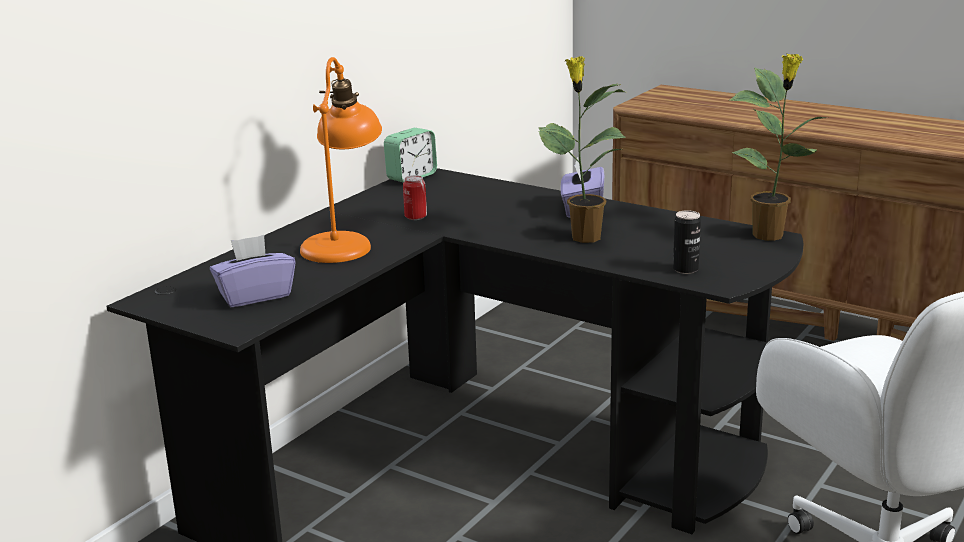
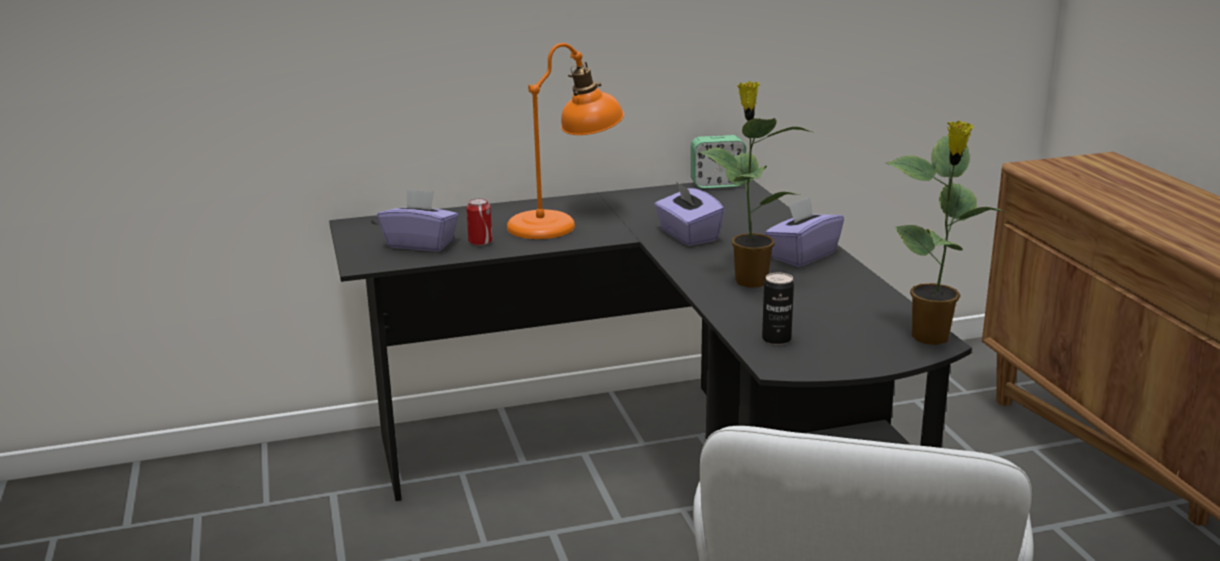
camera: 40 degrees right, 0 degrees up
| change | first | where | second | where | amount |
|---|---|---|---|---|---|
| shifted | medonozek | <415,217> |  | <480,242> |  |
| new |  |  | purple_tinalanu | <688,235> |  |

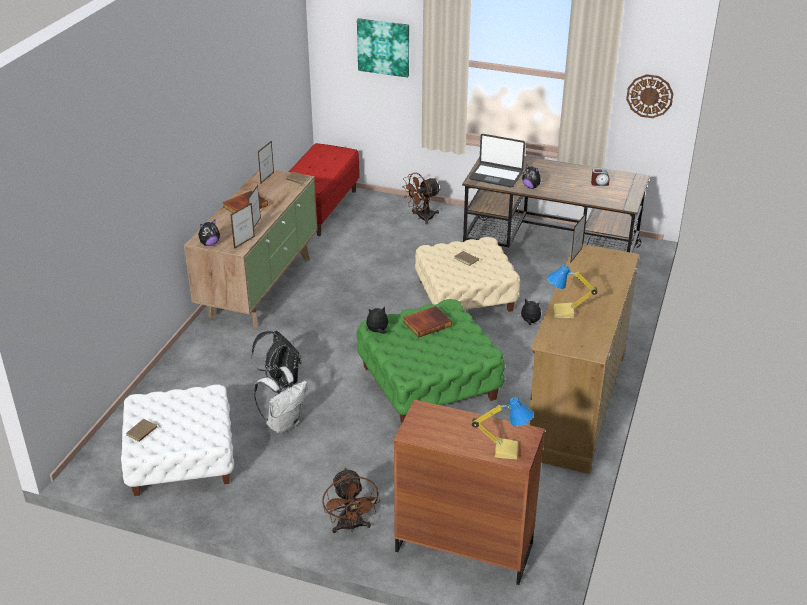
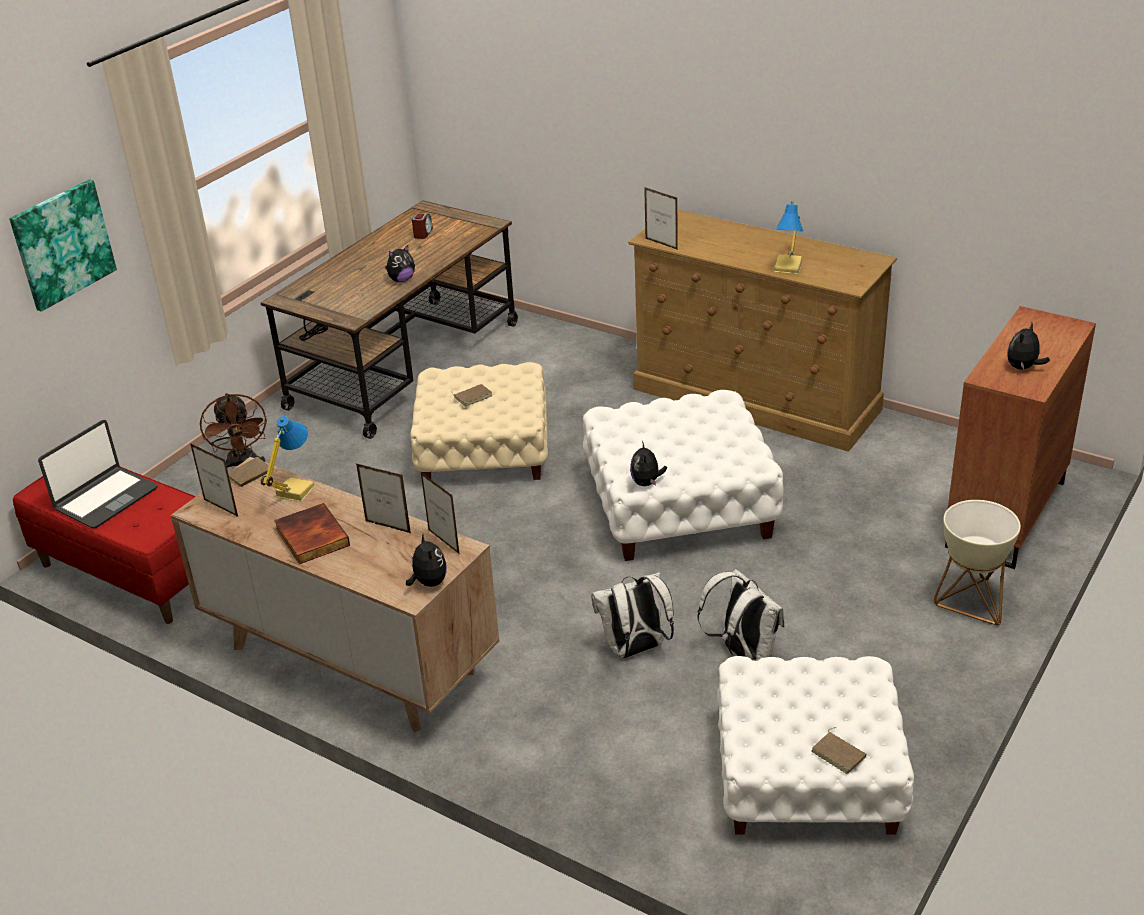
camera: 75 degrees left, 0 degrees up
| change | first | where | second | where | amount |
|---|---|---|---|---|---|
| repainted | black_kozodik | <281,381> | white_kozodik | <635,649> |  |
| swapped | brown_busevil | <351,527> | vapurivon | <970,602> |  |
| repainted | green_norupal | <428,382> | white_norupal | <680,505> |  |
| gone | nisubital | <427,323> |  |  |  |
| shifted | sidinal | <496,176> |  | <105,498> |  |
| shifted | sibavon | <506,449> |  | <294,491> |  |
| shifted | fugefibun | <529,322> |  | <1023,368> |  |
| gone | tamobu | <649,96> |  |  |  |

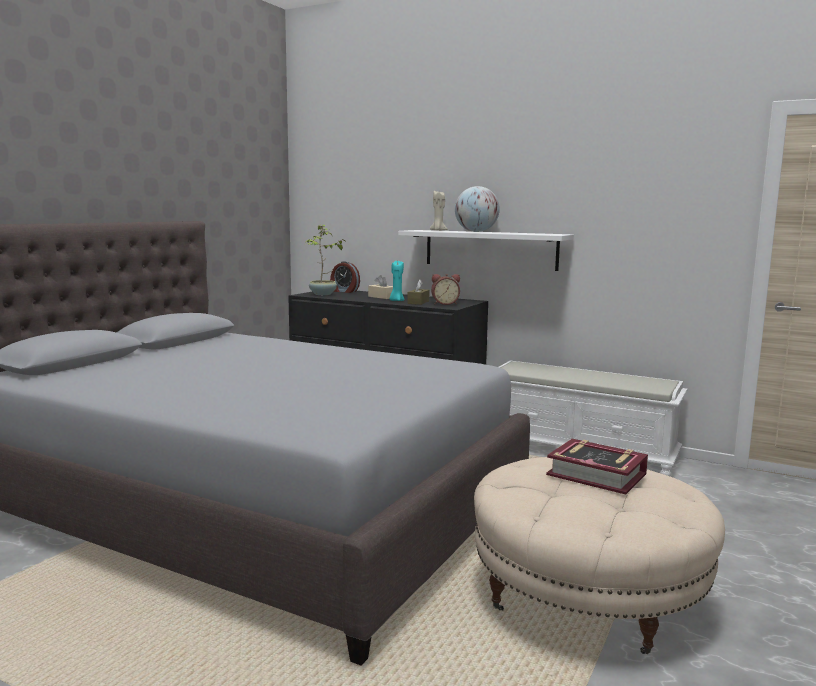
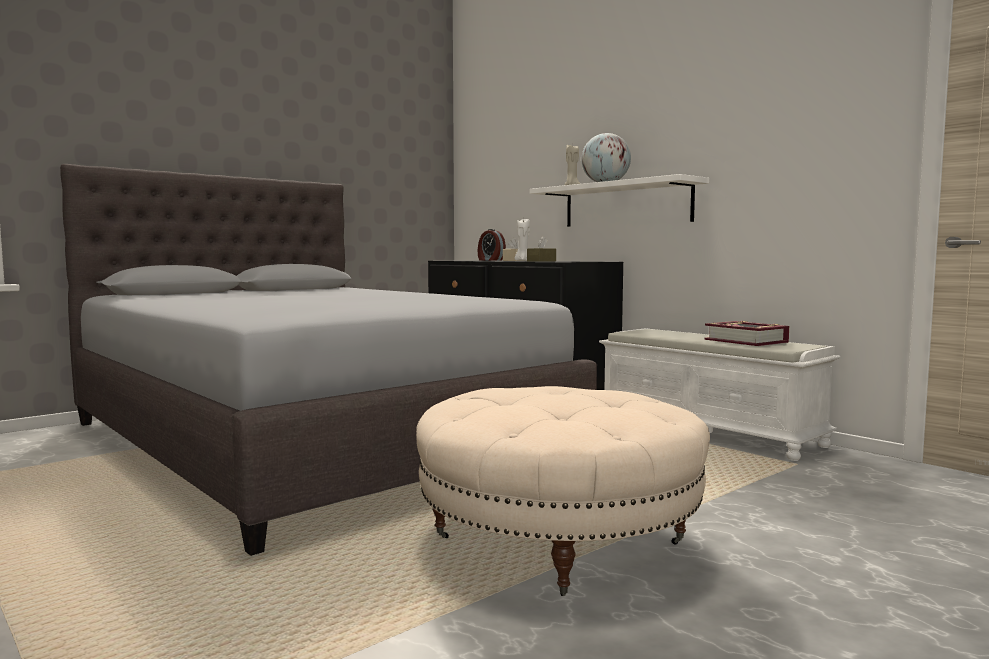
camera: 20 degrees right, 5 degrees down
| change | first | where | second | where | amount |
|---|---|---|---|---|---|
| gone | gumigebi | <323,294> |  |  |  |
| repainted | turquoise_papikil | <396,300> | white_papikil | <522,261> |  |
| gone | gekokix | <445,303> |  |  |  |
| shifted | nisubital | <596,474> |  | <746,341> |  |

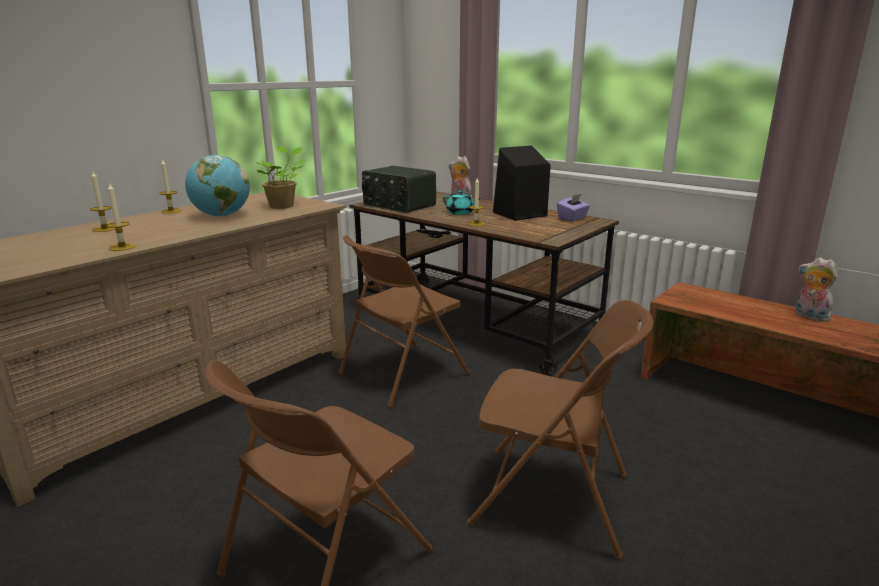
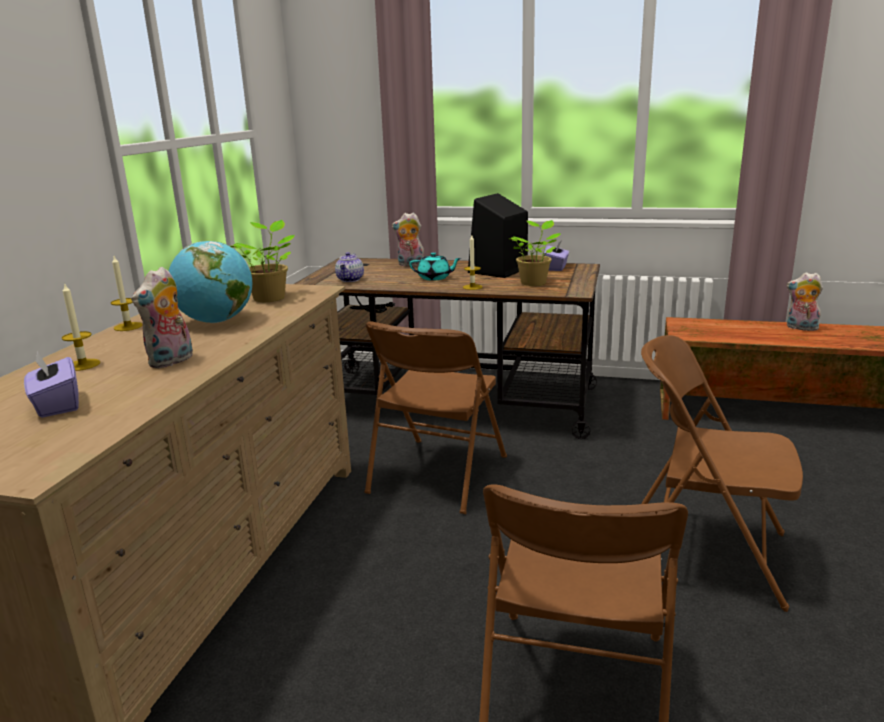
camera: 25 degrees left, 0 degrees up
| change | first | where | second | where | amount |
|---|---|---|---|---|---|
| gone | papikil | <122,247> |  |  |  |
| swapped | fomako | <398,205> | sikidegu | <350,279> |  |
| rotated | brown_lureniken | <551,499> |  | <705,553> | 150 degrees counterclockwise |
| new |  |  | purple_tinalanu | <57,405> |  |
| new |  |  | fugefibun | <172,361> |  |
| new |  |  | gumigebi | <534,282> |  |

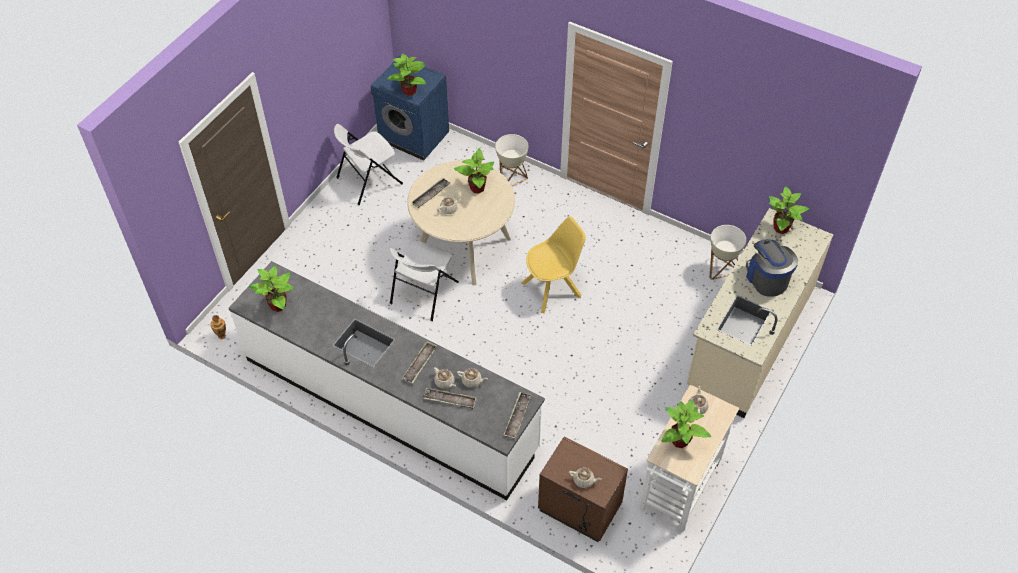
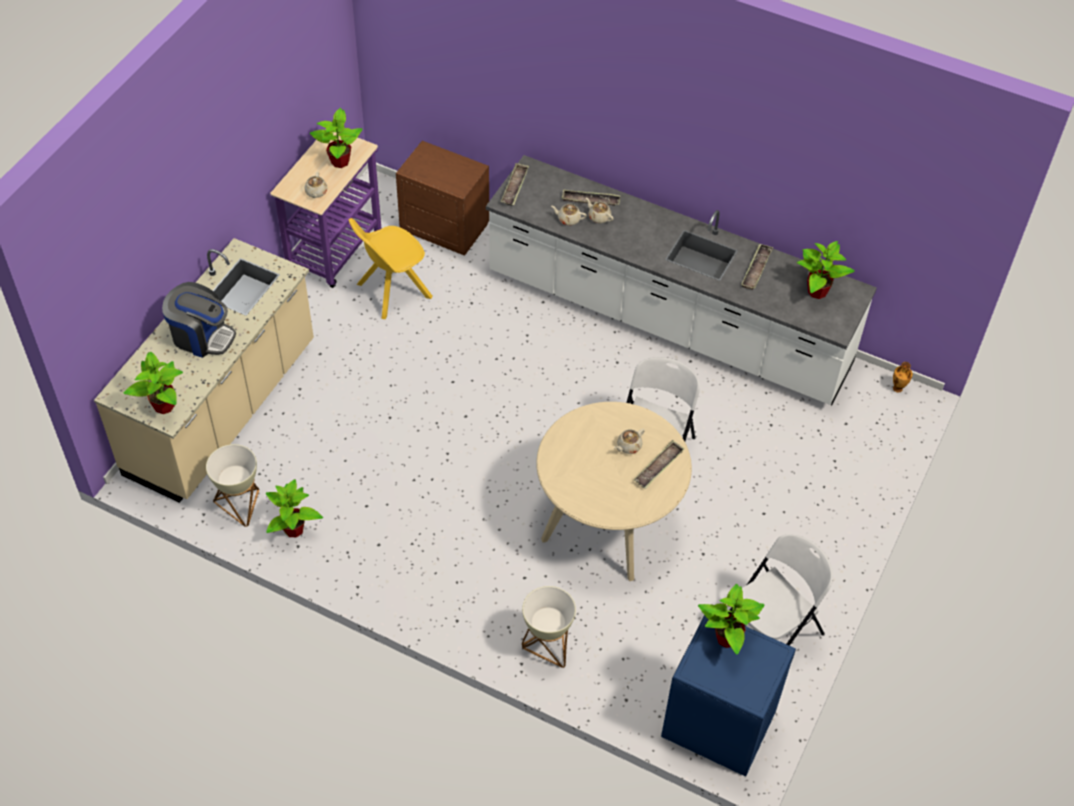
camera: 175 degrees right, 0 degrees up
| change | first | where | second | where | amount |
|---|---|---|---|---|---|
| shifted | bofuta | <420,364> |  | <756,269> |  |
| shifted | gumigebi | <477,188> |  | <294,530> |  |
| shifted | yellow_lureniken | <552,289> |  | <392,291> |  |
| gone | beige_sikidegu | <584,480> |  |  |  |
| repainted | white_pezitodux | <679,487> | purple_pezitodux | <335,249> |  |
| rotated | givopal | <766,278> |  | <202,336> | 45 degrees counterclockwise |

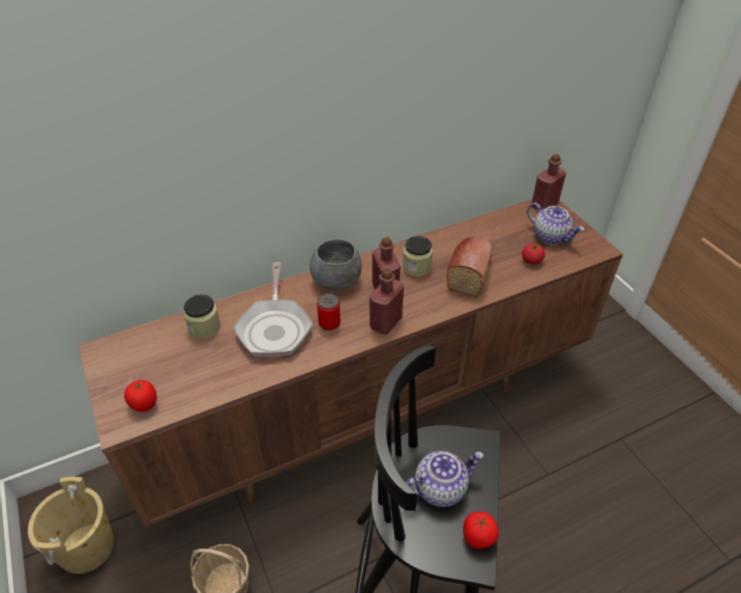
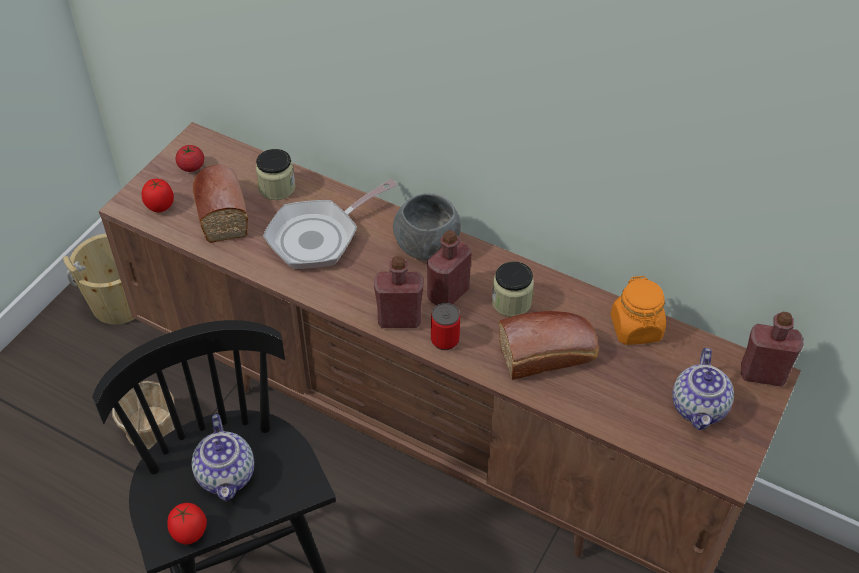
camera: 55 degrees right, 5 degrees up
| change | first | where | second | where | amount |
|---|---|---|---|---|---|
| shifted | medonozek | <329,323> |  | <445,340> |  |
| rotated | sikidegu | <440,488> |  | <227,475> | 45 degrees clockwise |
| shifted | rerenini | <531,261> |  | <191,167> |  |
| new |  |  | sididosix | <221,211> |  |
| new |  |  | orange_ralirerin | <636,328> |  |

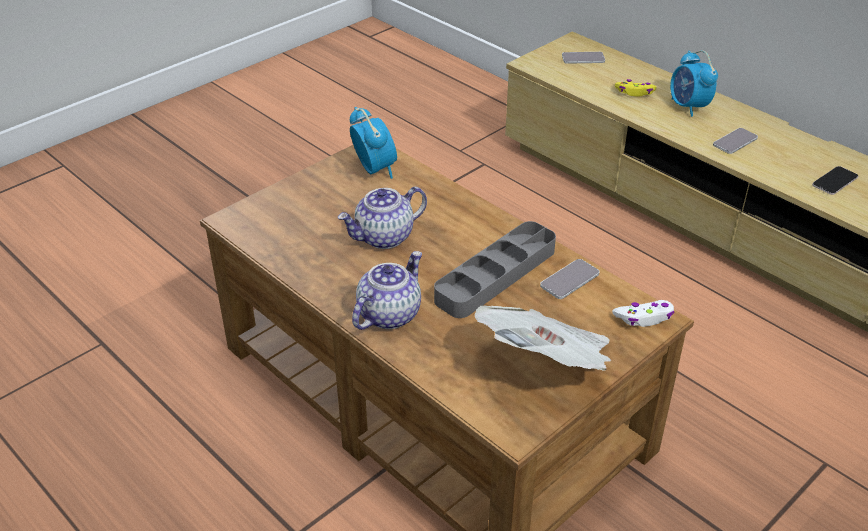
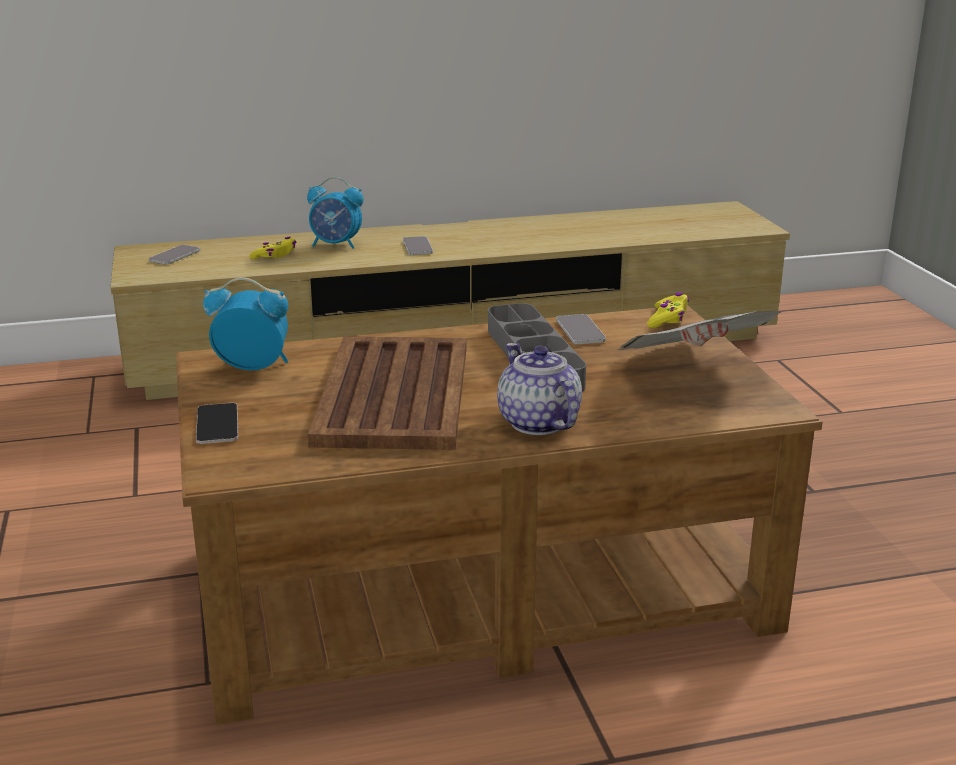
camera: 60 degrees left, 15 degrees down
| change | first | where | second | where | amount |
|---|---|---|---|---|---|
| swapped | sikidegu | <384,237> | brown_bofuta | <395,393> |  |
| repainted | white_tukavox | <644,318> | yellow_tukavox | <668,319> |  |
| shifted | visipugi | <835,181> |  | <217,425> |  |

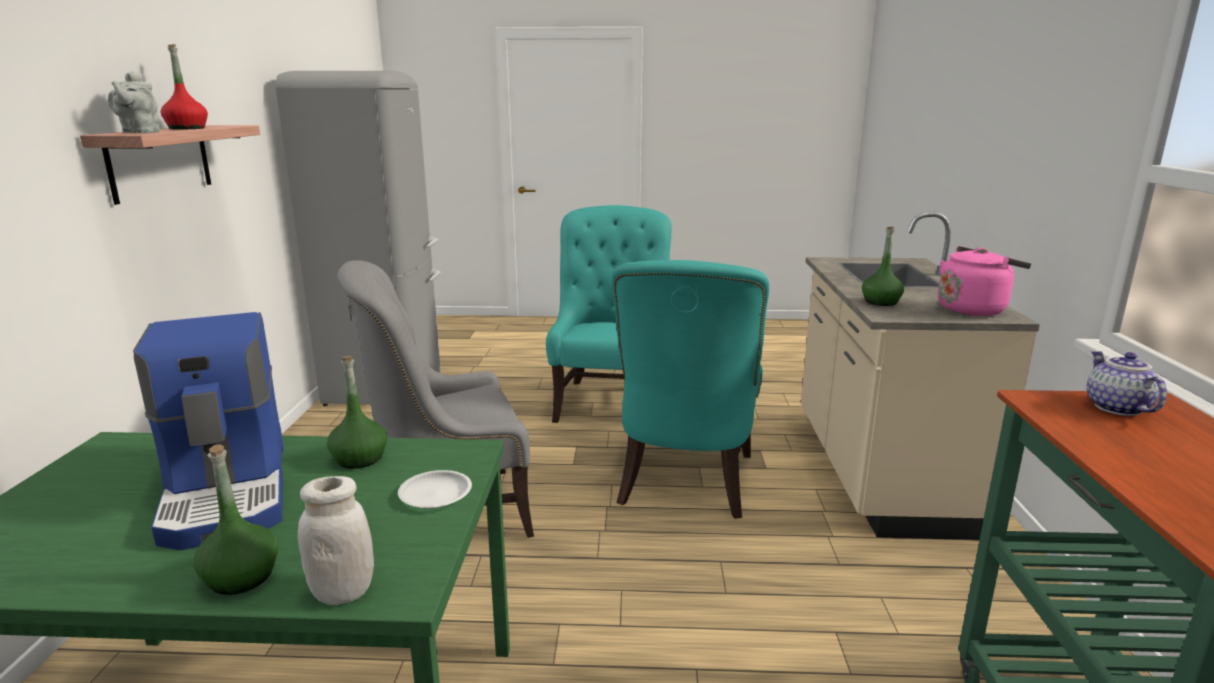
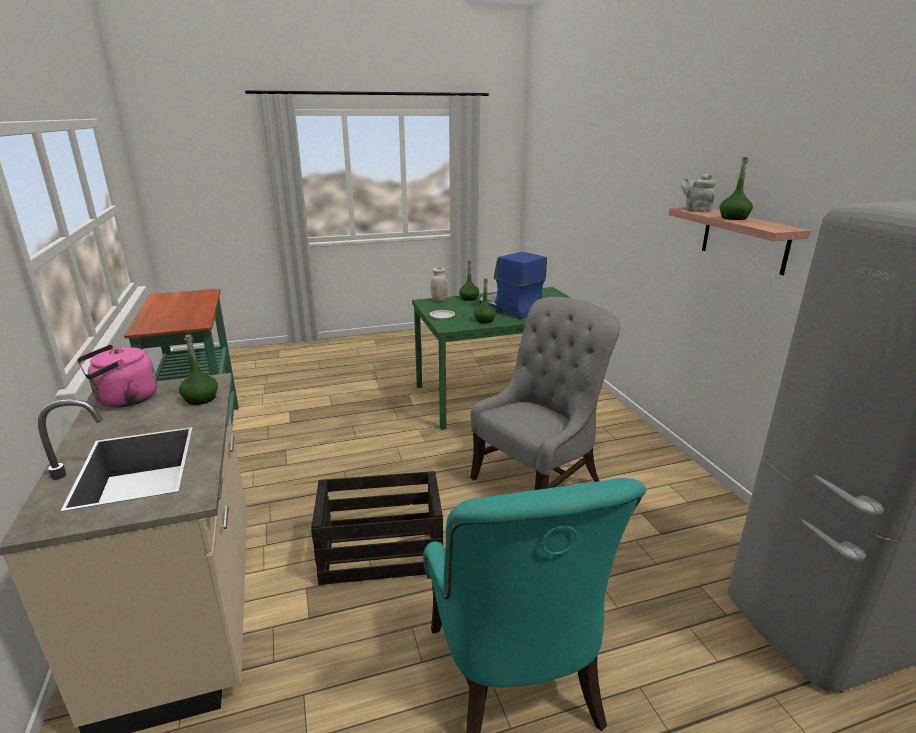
camera: 160 degrees right, 5 degrees up
| change | first | where | second | where | amount |
|---|---|---|---|---|---|
| repainted | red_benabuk | <187,128> | green_benabuk | <733,218> |  |
| swapped | turquoise_lureniken | <685,479> | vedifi | <382,552> |  |
| gone | sikidegu | <1115,407> |  |  |  |

